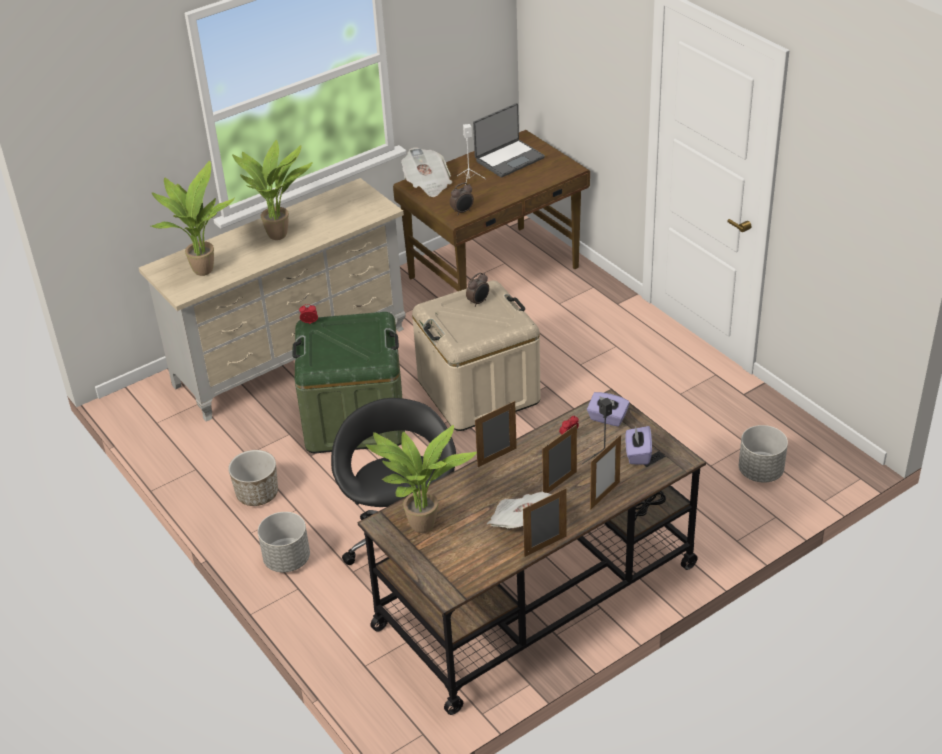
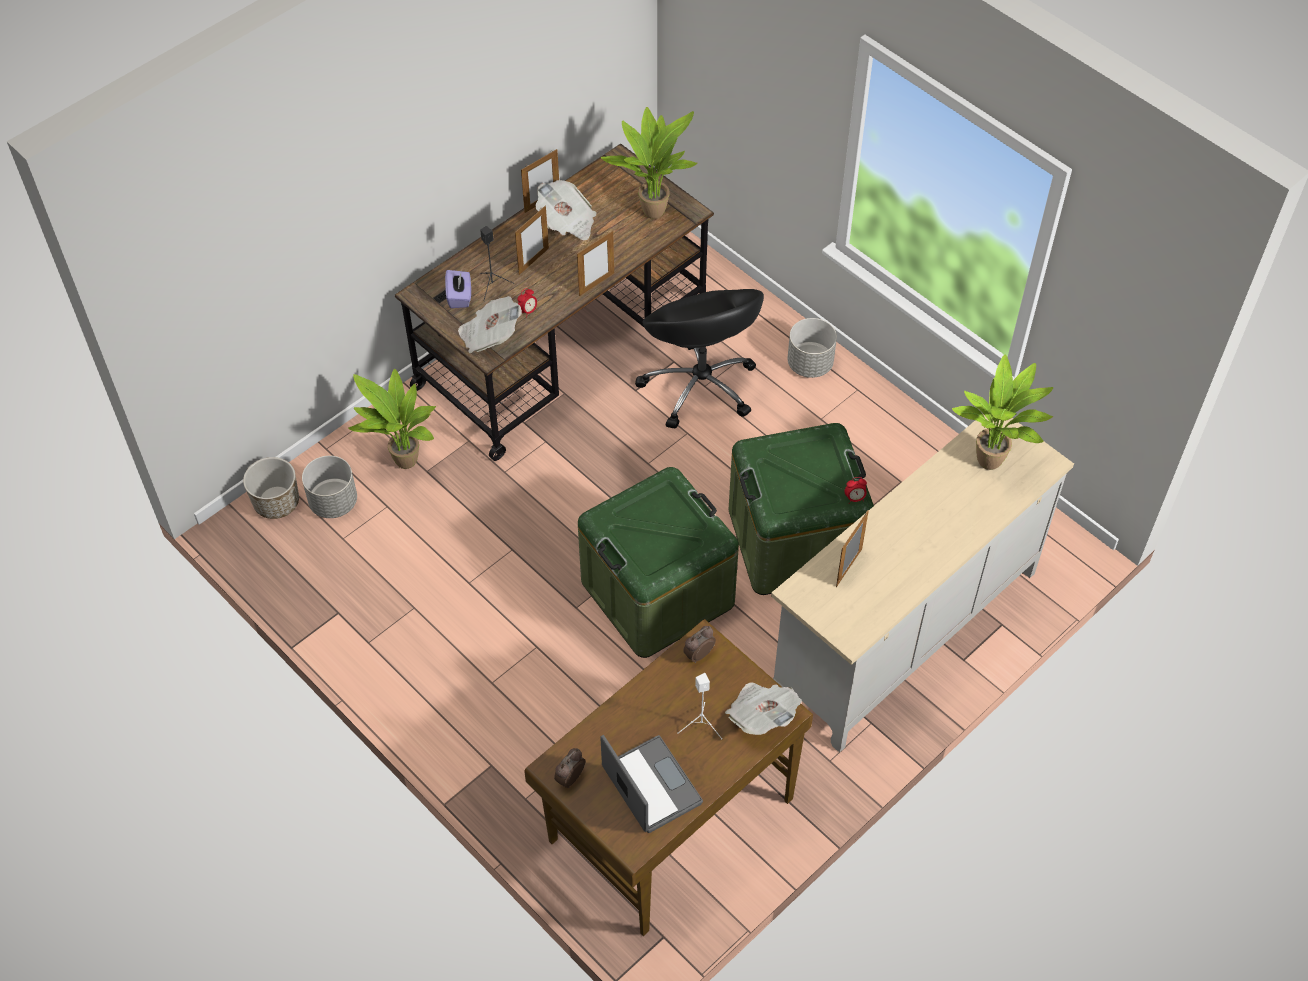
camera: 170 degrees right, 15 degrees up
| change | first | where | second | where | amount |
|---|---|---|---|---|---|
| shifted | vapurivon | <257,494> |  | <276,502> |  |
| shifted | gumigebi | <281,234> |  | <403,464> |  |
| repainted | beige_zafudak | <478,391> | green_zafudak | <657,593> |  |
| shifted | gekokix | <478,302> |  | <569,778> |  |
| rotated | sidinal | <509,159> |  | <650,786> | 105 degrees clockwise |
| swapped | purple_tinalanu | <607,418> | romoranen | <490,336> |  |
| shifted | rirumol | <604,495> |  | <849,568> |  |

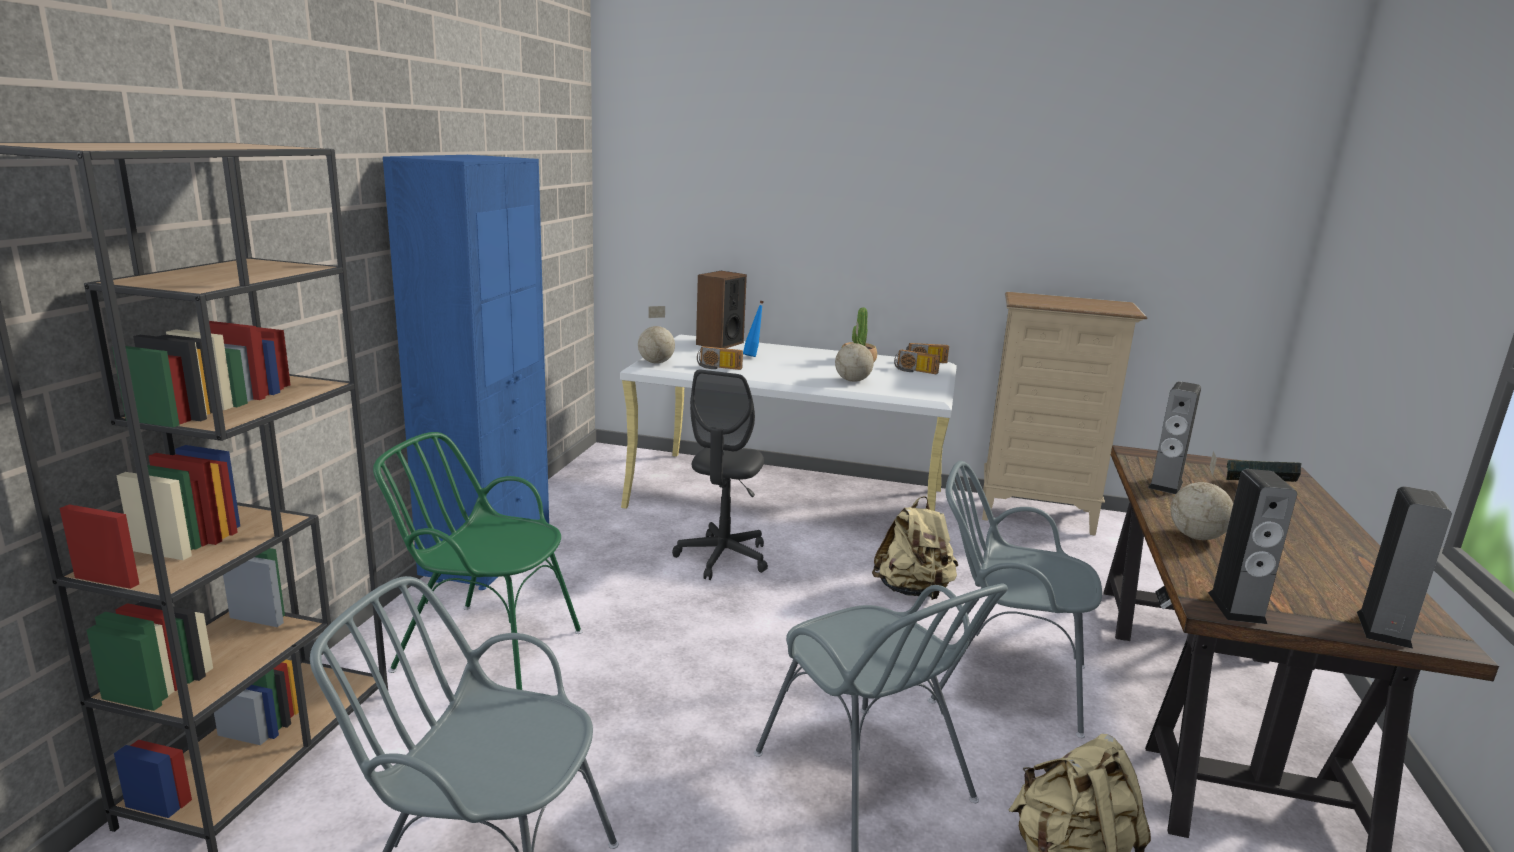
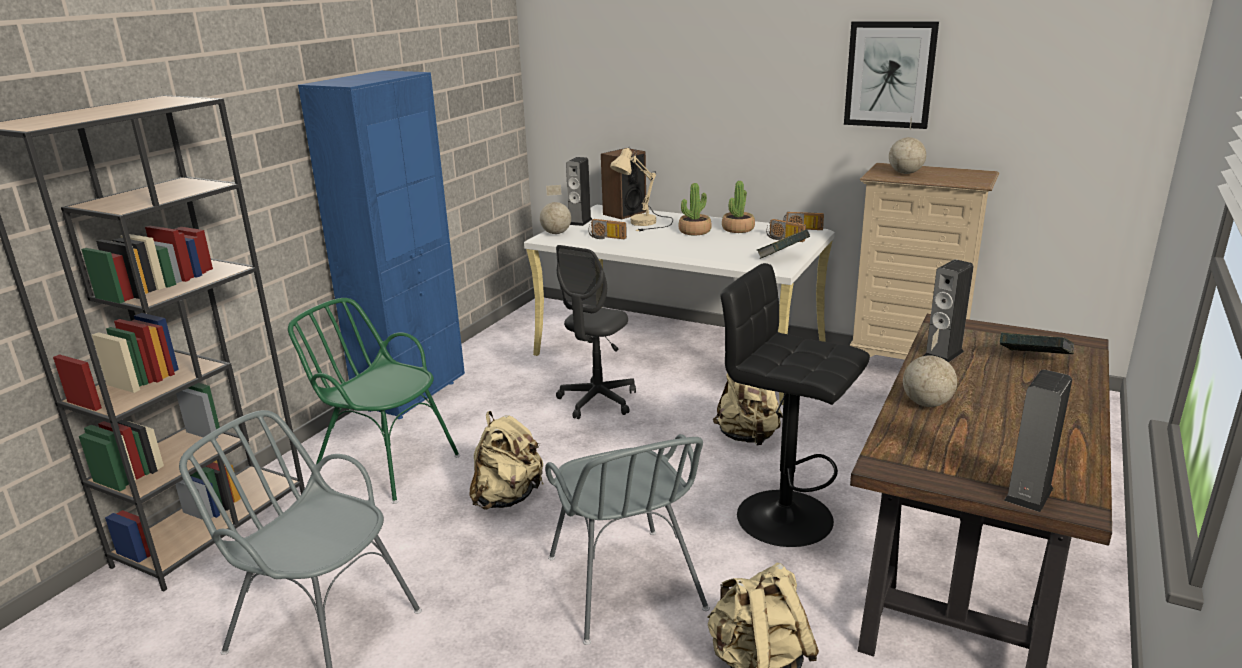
camera: 15 degrees right, 5 degrees up
| change | first | where | second | where | amount |
|---|---|---|---|---|---|
| swapped | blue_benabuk | <753,356> | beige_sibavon | <645,225> |  |
| shifted | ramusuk | <853,381> |  | <905,173> |  |
| swapped | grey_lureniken | <1001,680> | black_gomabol | <784,517> |  |
| shifted | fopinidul | <1236,607> |  | <580,221> |  |
| new |  |  | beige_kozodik | <507,497> |  |
| new |  |  | gumigebi | <694,231> |  |
| new |  |  | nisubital | <782,258> |  |
| new |  |  | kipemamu | <889,74> |  |

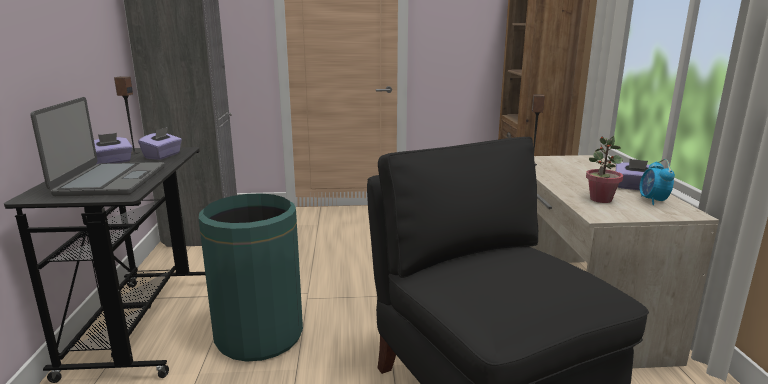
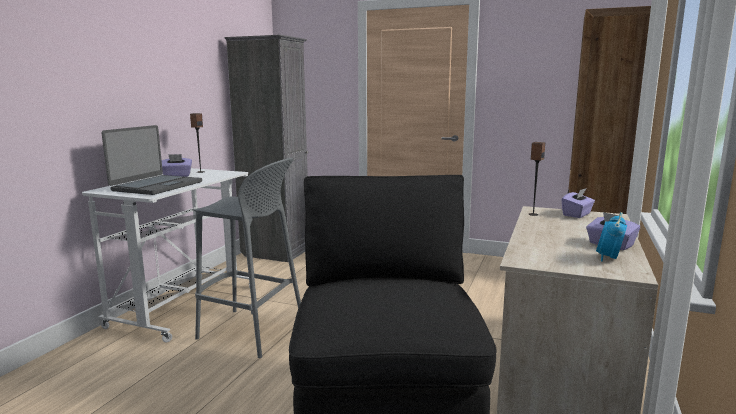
camera: 25 degrees right, 5 degrees down
| change | first | where | second | where | amount |
|---|---|---|---|---|---|
| repainted | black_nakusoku | <144,325> | white_nakusoku | <184,306> |  |
| shifted | purple_tinalanu | <163,156> |  | <577,214> |  |
| swapped | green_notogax | <259,336> | grey_gomabol | <251,330> |  |
| gone | gumigebi | <600,199> |  |  |  |

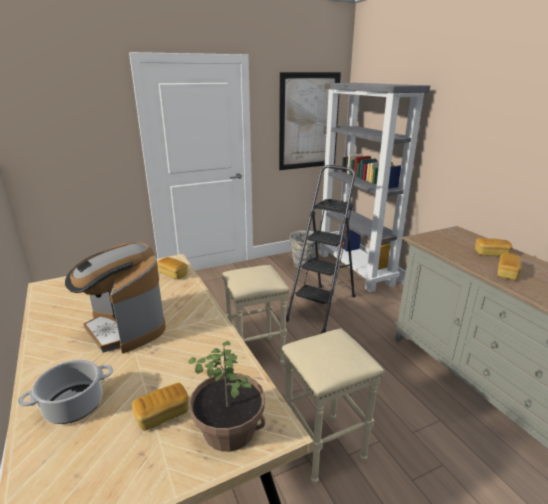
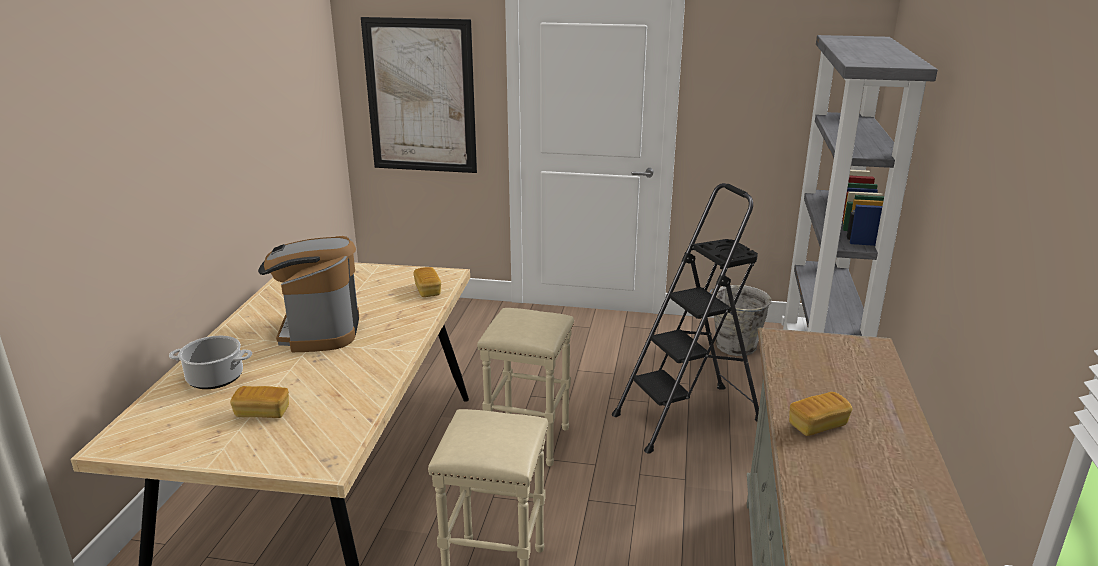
camera: 35 degrees right, 0 degrees up
| change | first | where | second | where | amount |
|---|---|---|---|---|---|
| gone | gumigebi | <229,429> |  |  |  |
| shifted | kipemamu | <309,121> |  | <420,96> |  |
| gone | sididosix | <491,254> |  |  |  |

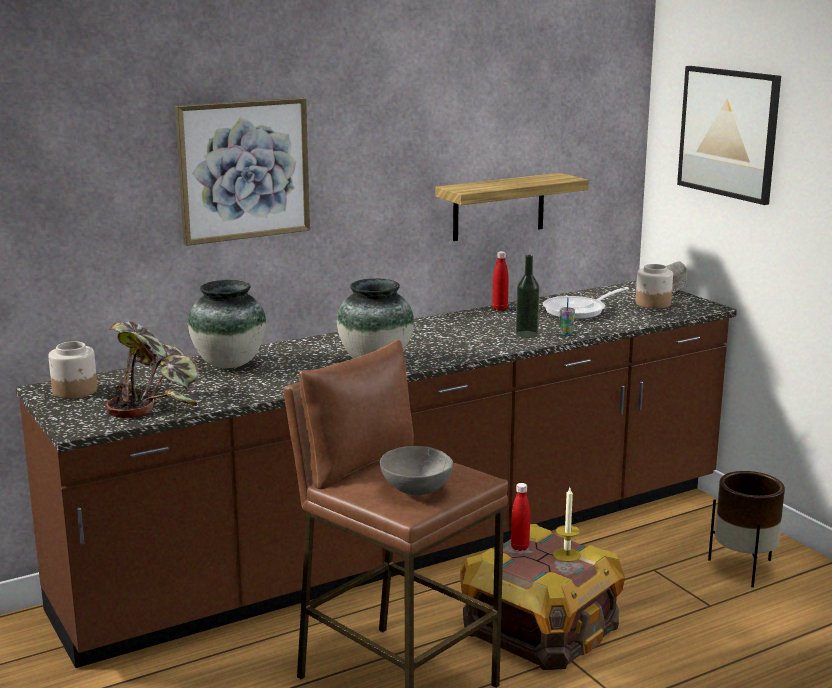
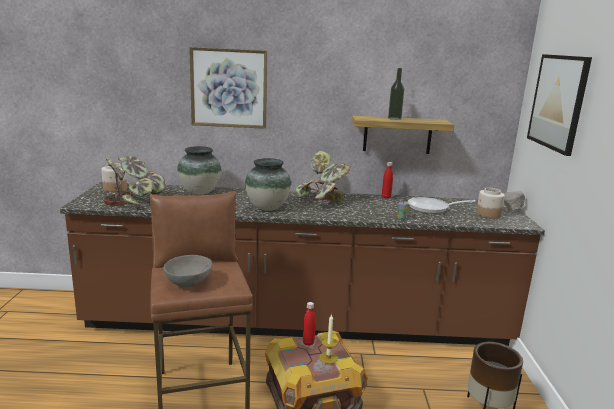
camera: 30 degrees right, 0 degrees up
| change | first | where | second | where | amount |
|---|---|---|---|---|---|
| shifted | benabuk | <526,334> |  | <394,118> |  |
| new |  |  | gumigebi | <322,200> |  |

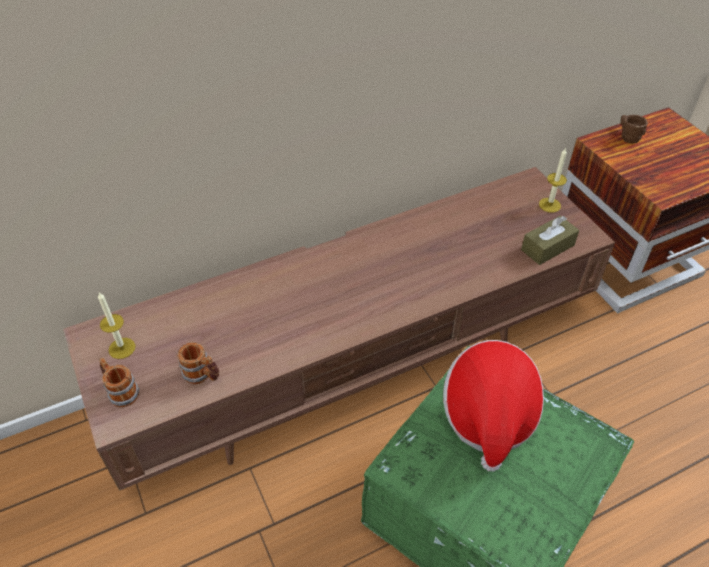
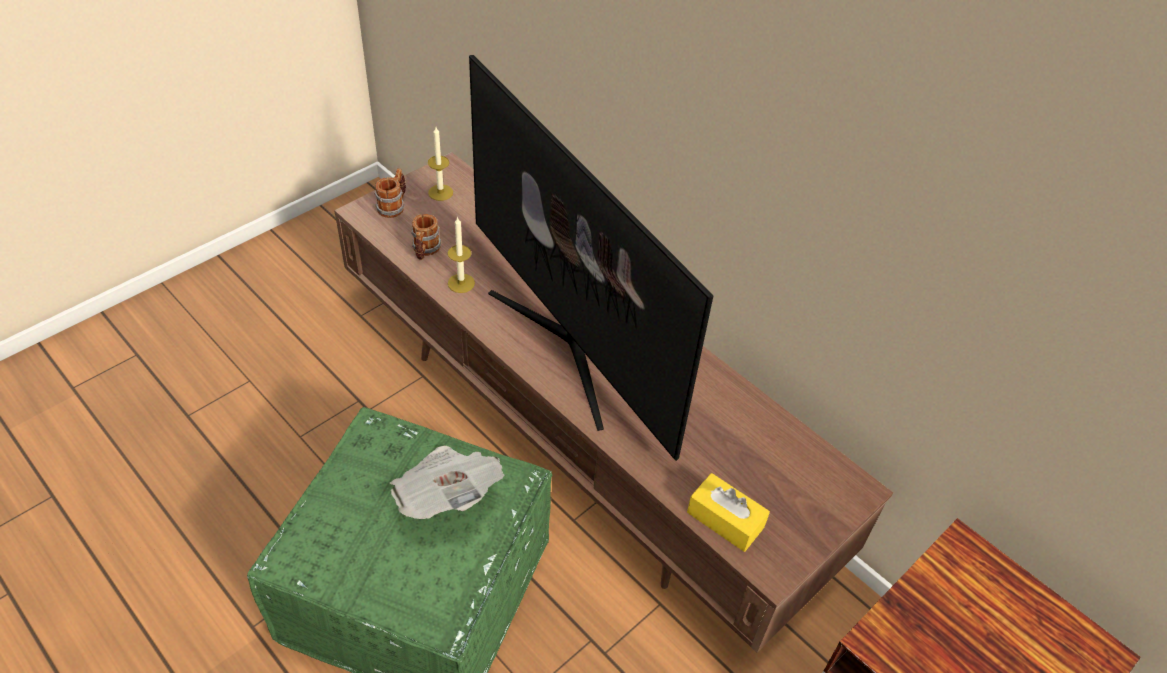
camera: 70 degrees right, 0 degrees up
| change | first | where | second | where | amount |
|---|---|---|---|---|---|
| swapped | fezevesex | <488,416> | romoranen | <447,496> |  |
| repainted | brown_tinalanu | <547,247> | yellow_tinalanu | <725,520> |  |
| shifted | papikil | <549,205> |  | <461,283> |  |
| gone | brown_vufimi | <625,135> |  |  |  |
| new |  |  | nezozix | <569,344> |  |

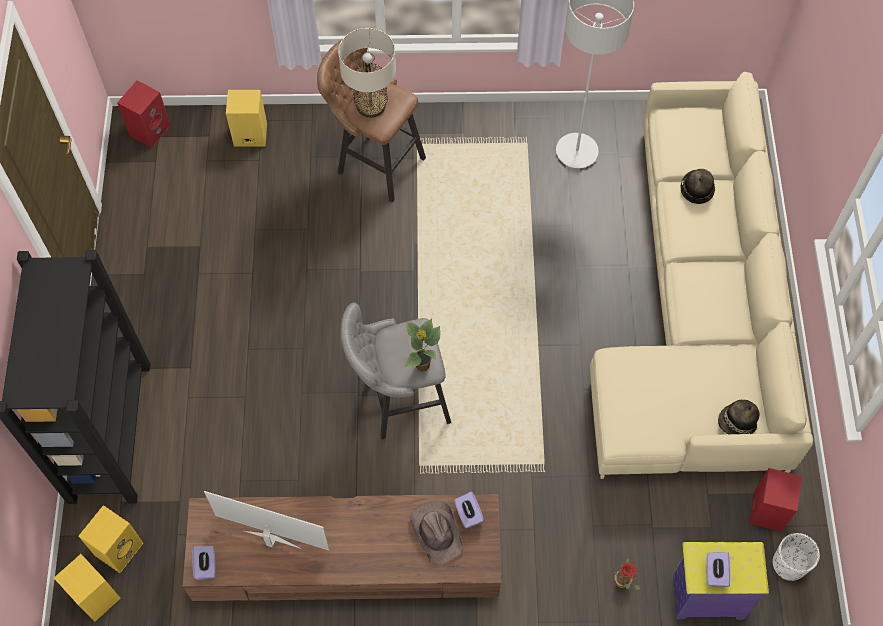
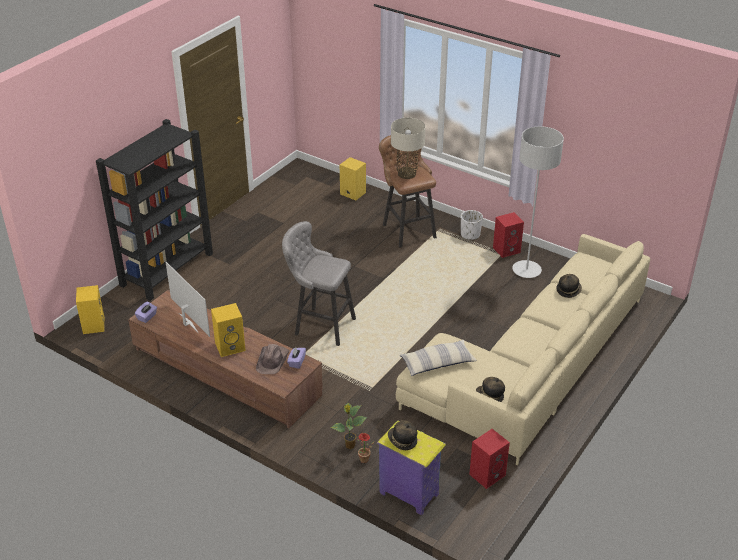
camera: 35 degrees right, 25 degrees down
| change | first | where | second | where | amount |
|---|---|---|---|---|---|
| shifted | yellow_fopinidul | <119,548> |  | <230,346> |  |
| shifted | red_fopinidul | <149,129> |  | <506,249> |  |
| shifted | gumigebi | <422,366> |  | <349,446> |  |
| swapped | purple_tinalanu | <715,573> | fezevesex | <402,441> |  |
| shifted | white_vapurivon | <789,564> |  | <470,235> |  |
| new |  |  | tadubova | <437,363> |  |

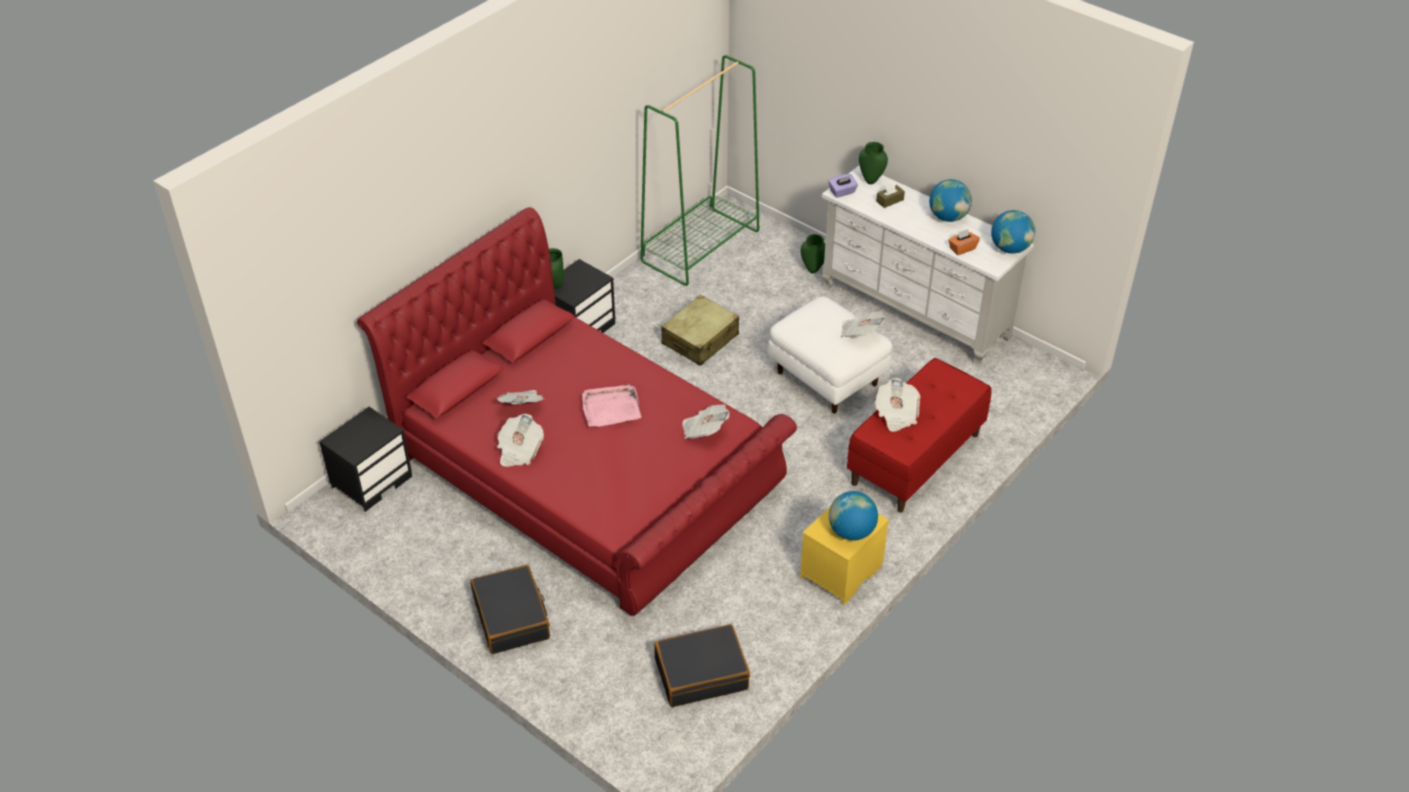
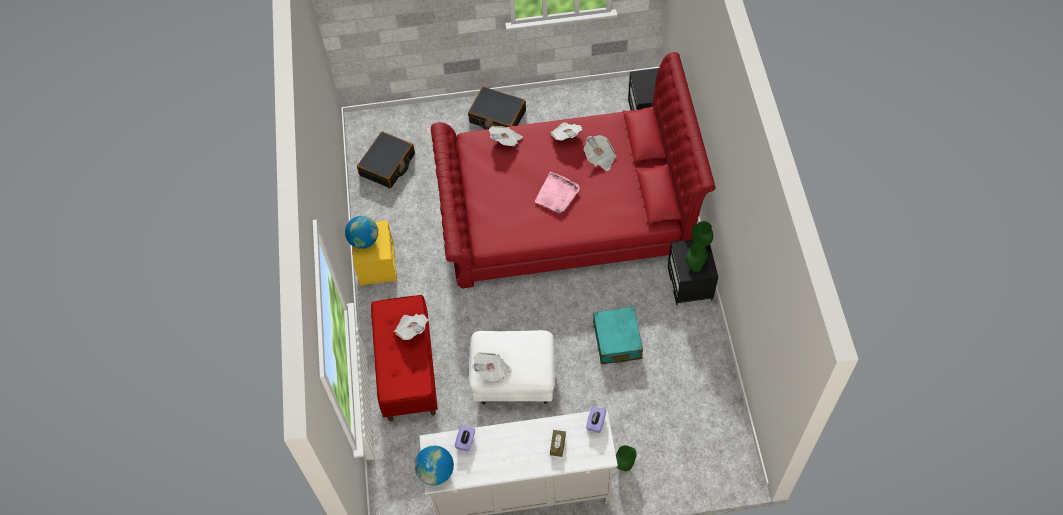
camera: 135 degrees right, 15 degrees up
| change | first | where | second | where | amount |
|---|---|---|---|---|---|
| gone | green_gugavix | <700,247> |  |  |  |
| repainted | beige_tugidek | <700,339> | turquoise_tugidek | <617,340> |  |
| shifted | romoranen | <704,430> |  | <506,141> |  |
| shifted | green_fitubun | <870,181> |  | <694,267> |  |
| gone | ramusuk | <948,217> |  |  |  |
| repainted | orange_tinalanu | <962,248> | purple_tinalanu | <466,441> |  |

